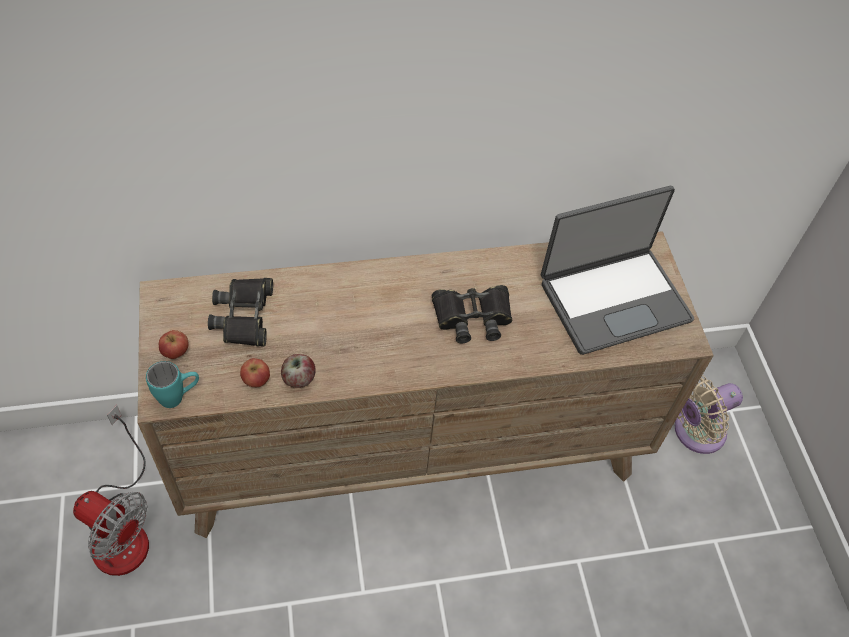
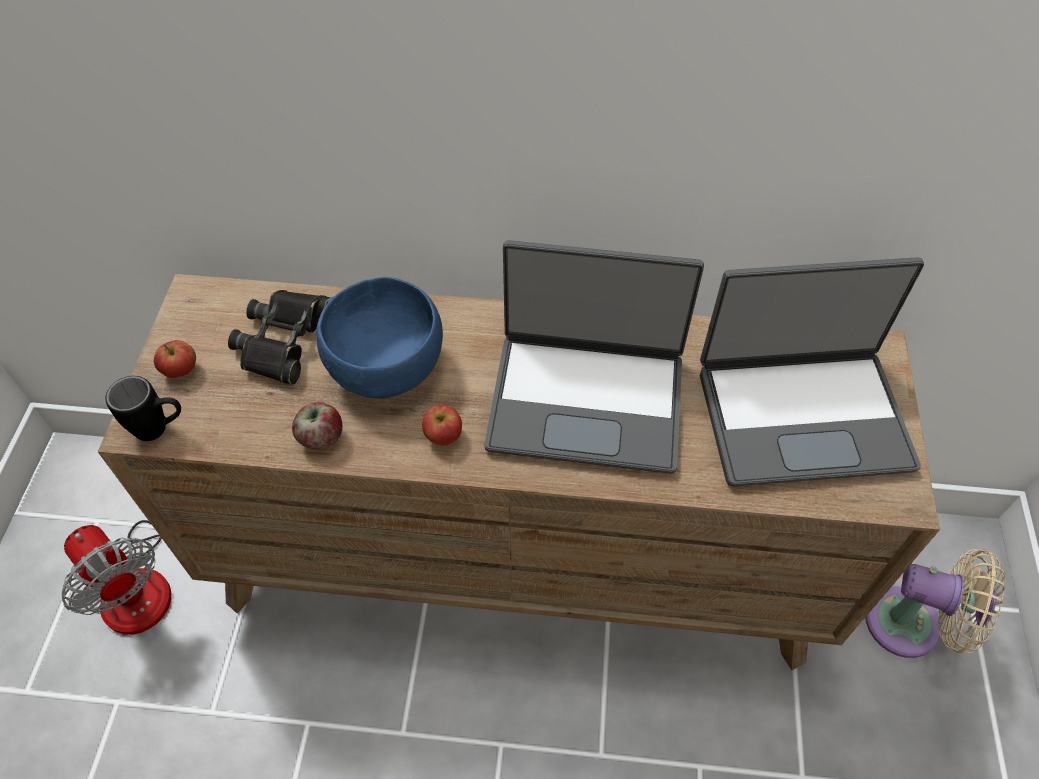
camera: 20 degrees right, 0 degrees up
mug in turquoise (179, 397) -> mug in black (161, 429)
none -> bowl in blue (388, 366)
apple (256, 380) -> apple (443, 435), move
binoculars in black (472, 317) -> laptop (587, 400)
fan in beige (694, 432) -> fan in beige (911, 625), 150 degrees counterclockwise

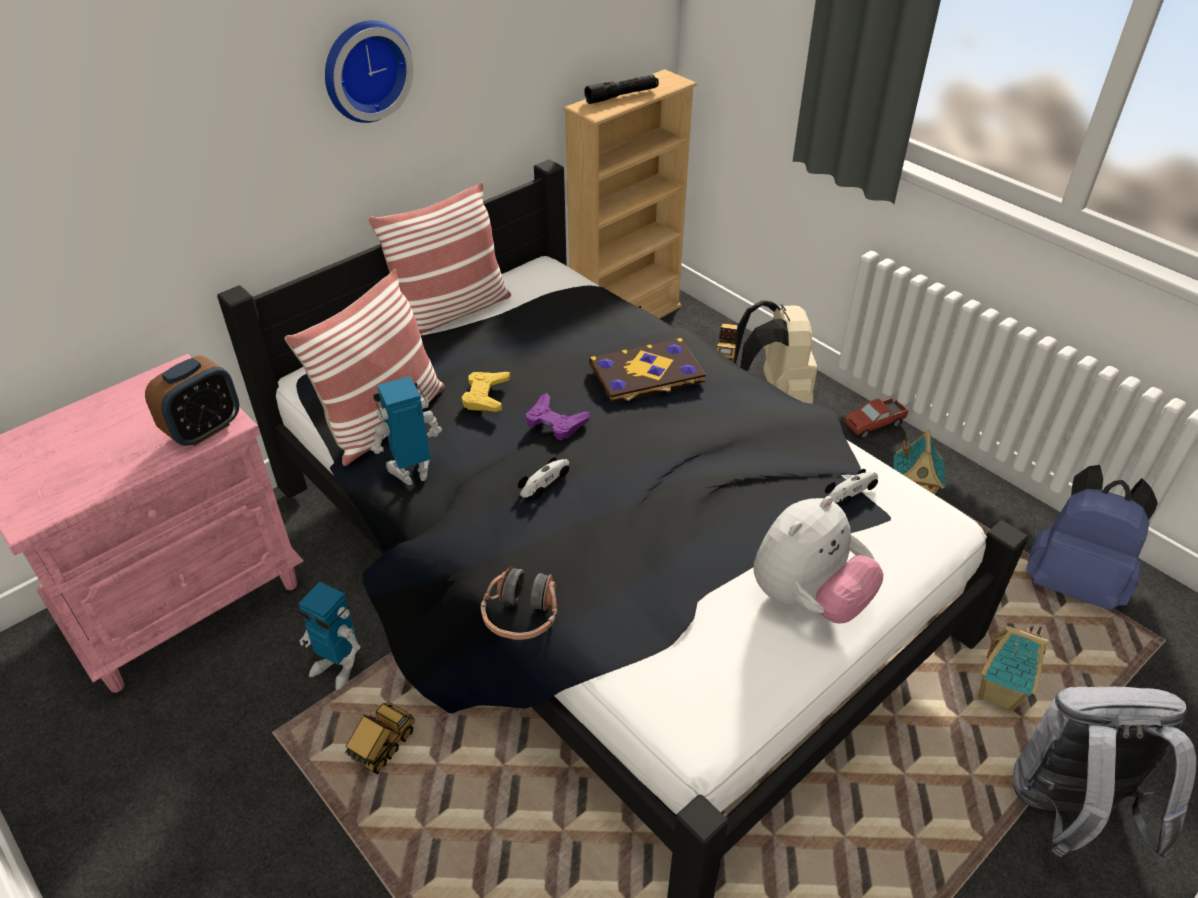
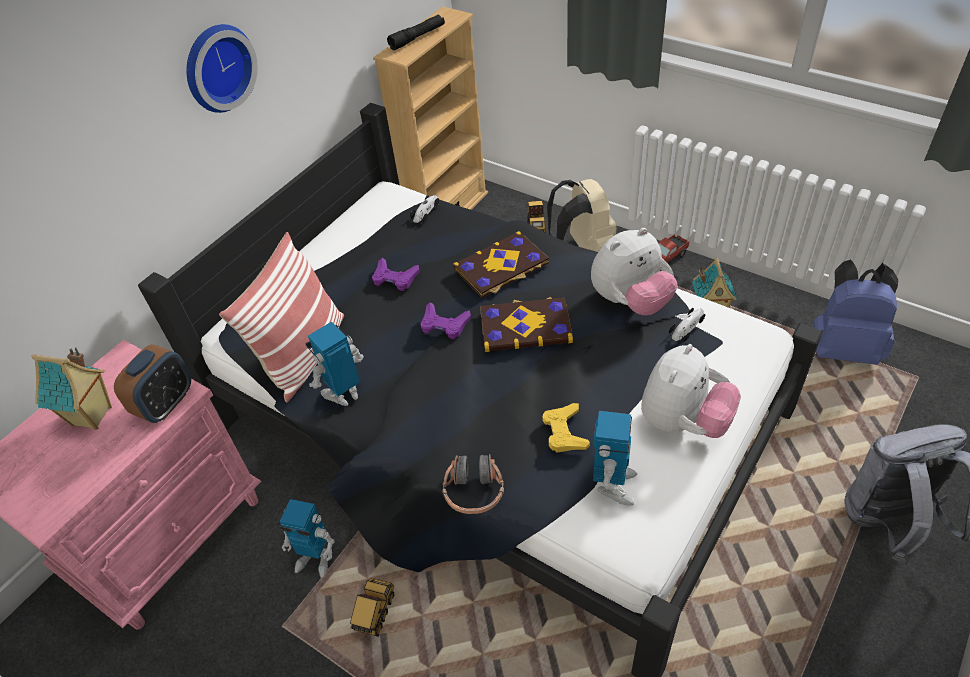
camera: 10 degrees left, 5 degrees up
toy house (999, 694) -> toy house (92, 416), move
none -> game controller in purple (395, 278)
toy car (545, 481) -> toy car (426, 211), move
none -> book (525, 326)
game controller in yellow (486, 395) -> game controller in yellow (564, 432), move
none -> plush toy (630, 301)
none -> toy robot (613, 485)
pillow (451, 311) -> none

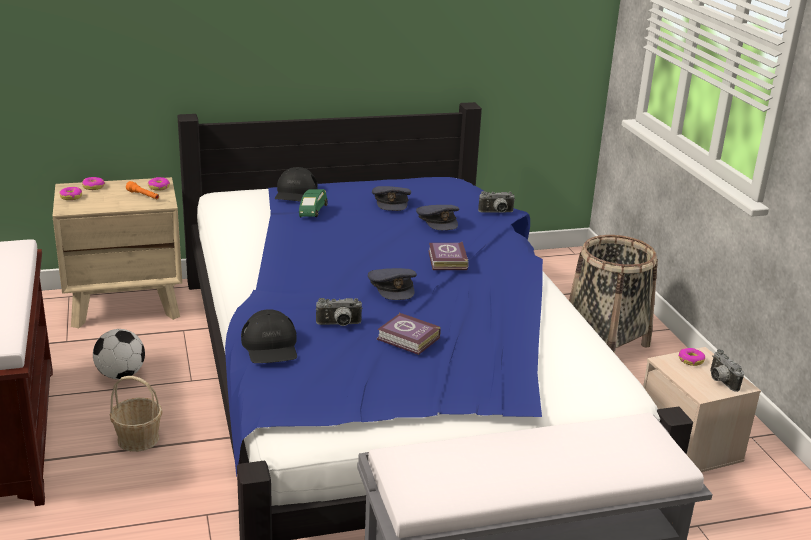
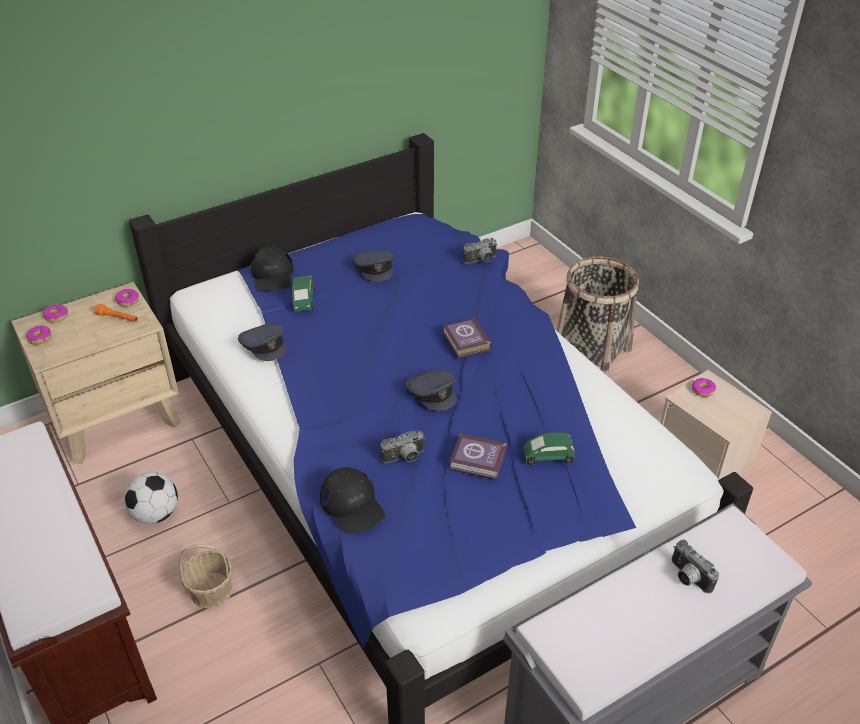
camera: 15 degrees left, 15 degrees up
cap in grey (438, 221) -> cap in grey (264, 345), move
none -> toy car in green (548, 456)
photo camera (720, 381) -> photo camera (687, 578), move

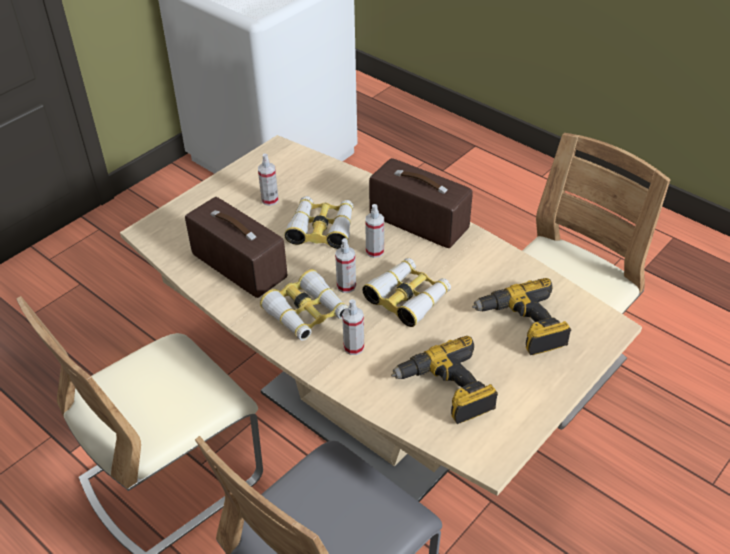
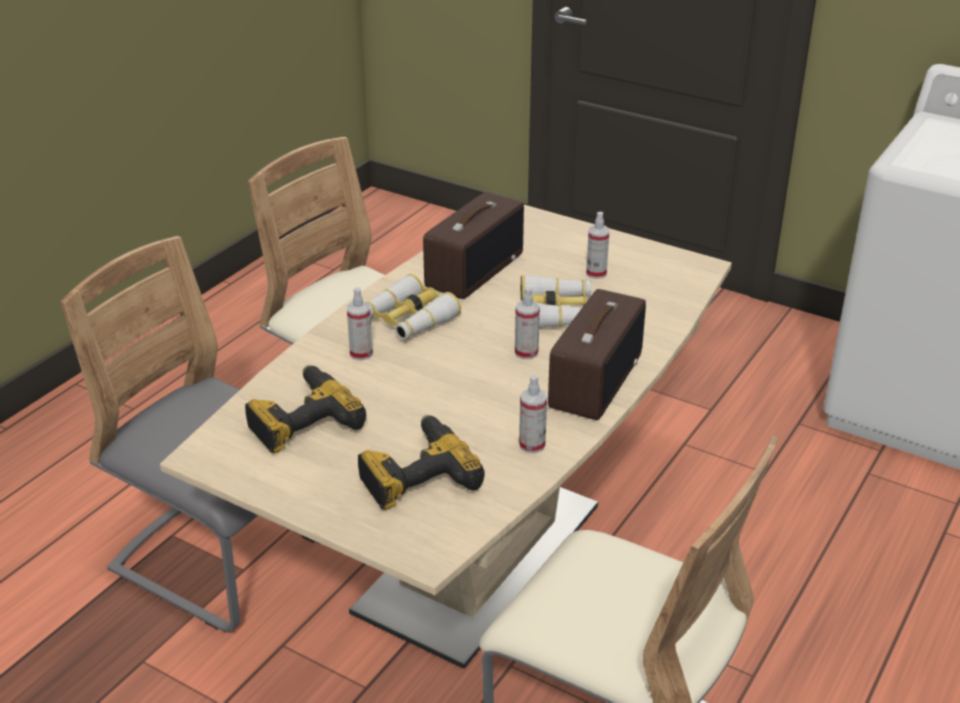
camera: 80 degrees right, 10 degrees down
spray bottle (346, 286) -> spray bottle (532, 445), move
binoculars (408, 297) -> none

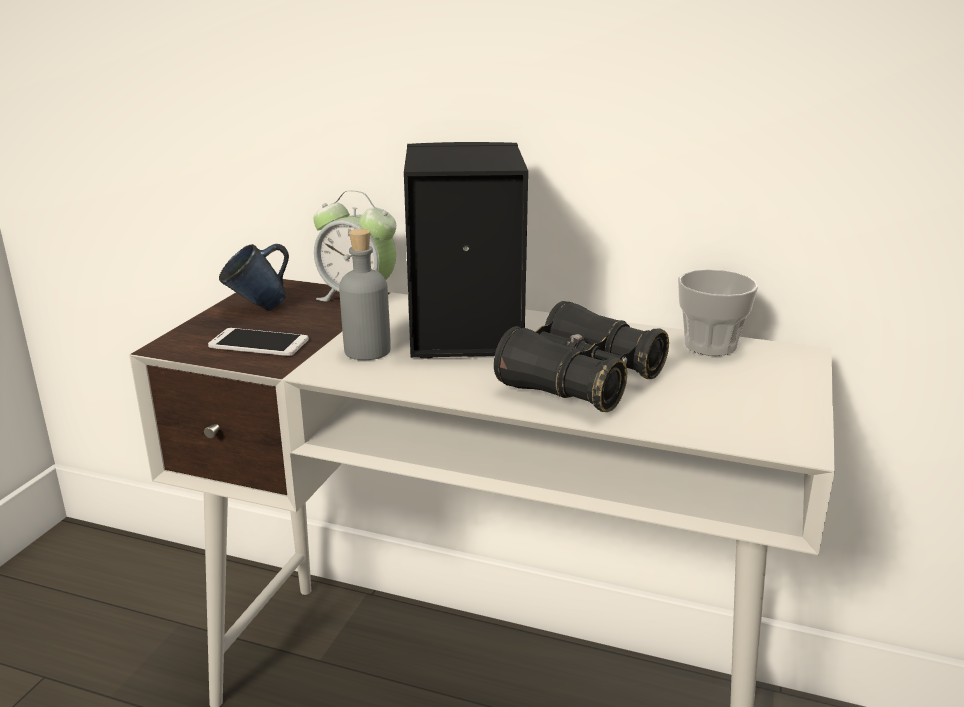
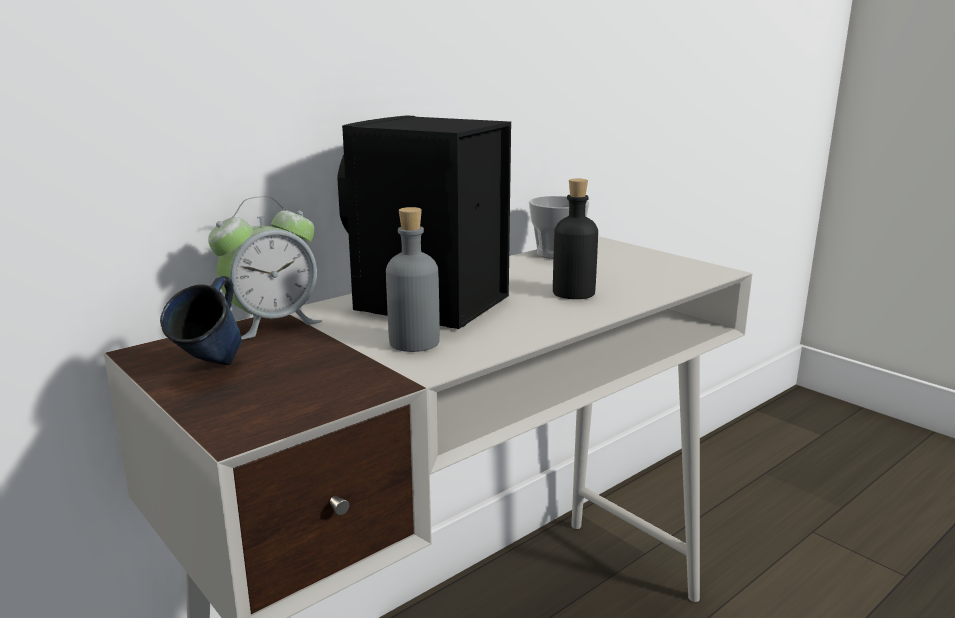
camera: 60 degrees left, 5 degrees down
binoculars in black (581, 381) -> bottle in black (573, 292)
phone (259, 343) -> none

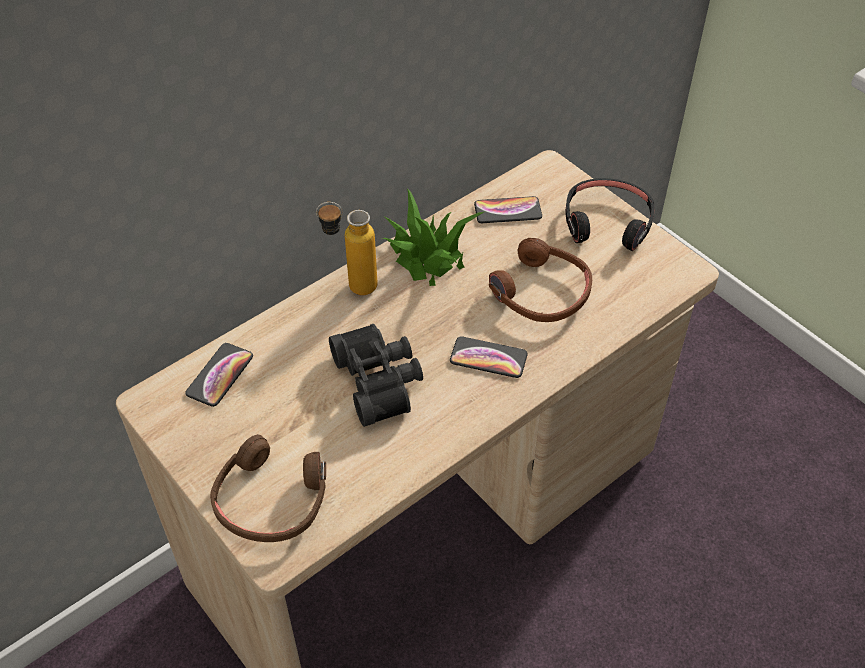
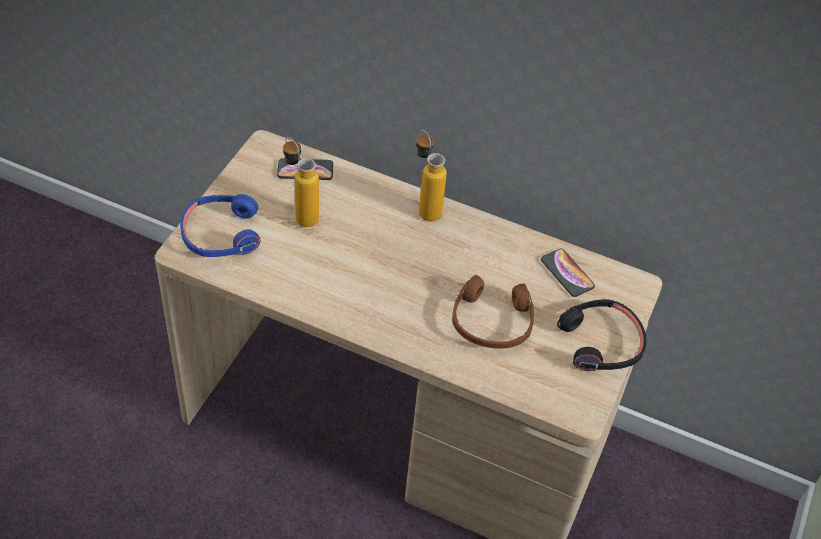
camera: 60 degrees right, 0 degrees up
headphones in brown (271, 500) -> headphones in blue (221, 234)
none -> bottle (300, 214)
binoculars in black (380, 380) -> none
potted plant (427, 256) -> none
phone (488, 358) -> none

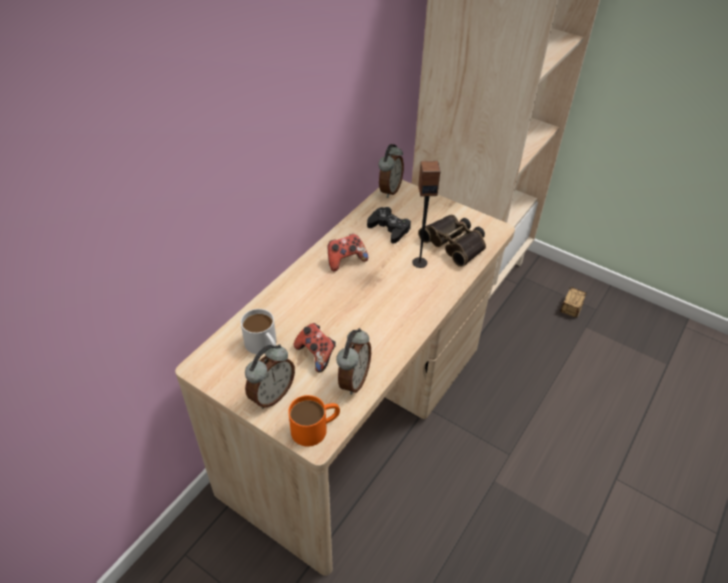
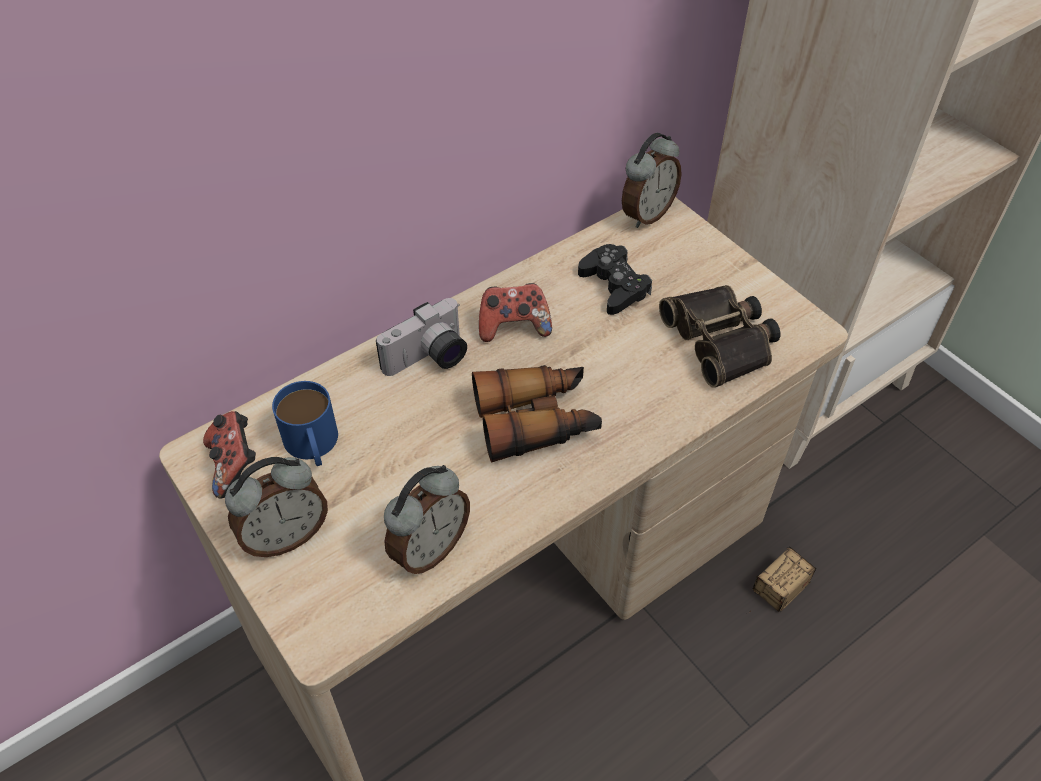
camera: 20 degrees right, 5 degrees up
game controller (316, 354) -> game controller (234, 465), move
mug in white (264, 346) -> mug in blue (313, 446)
none -> photo camera (429, 359)
none -> binoculars (536, 420)
storage box (566, 318) -> storage box (759, 607), move
mug in orange (316, 428) -> none
speaker (419, 262) -> none

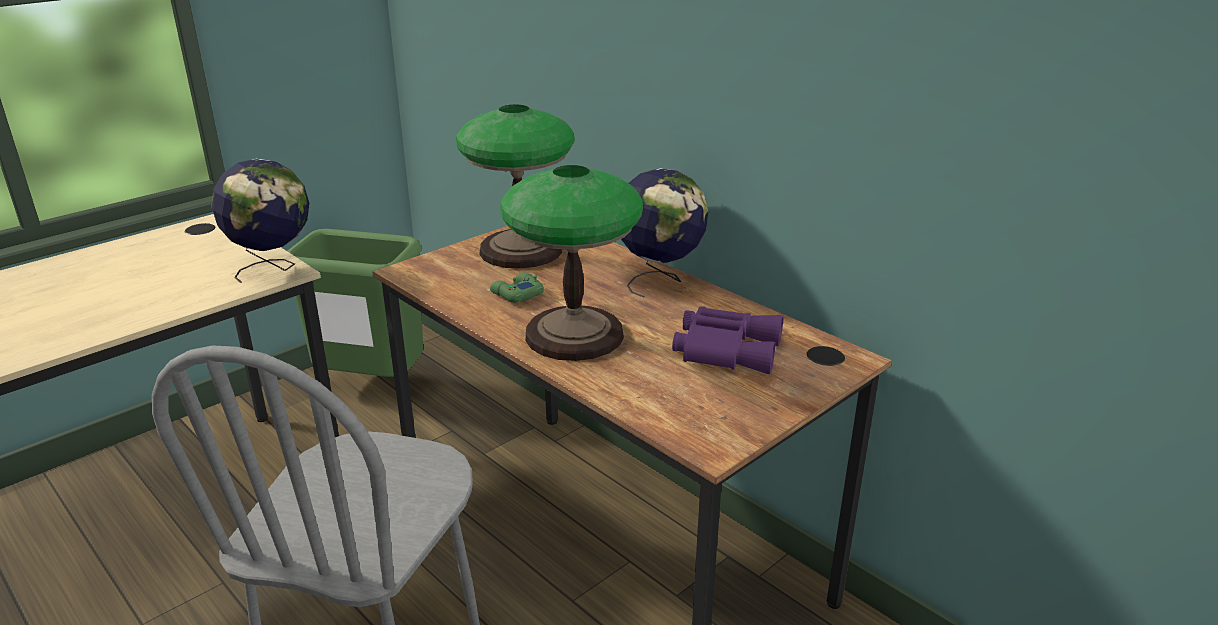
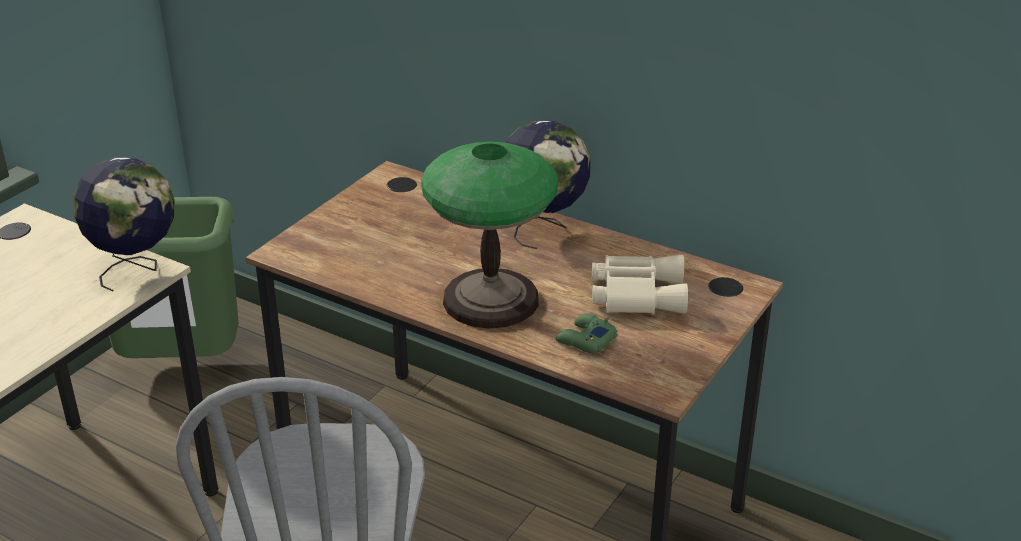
camera: 15 degrees left, 5 degrees up
game controller in green (517, 294) -> game controller in green (585, 340), move
binoculars in purple (725, 348) -> binoculars in beige (636, 293)
table lamp (521, 250) -> none

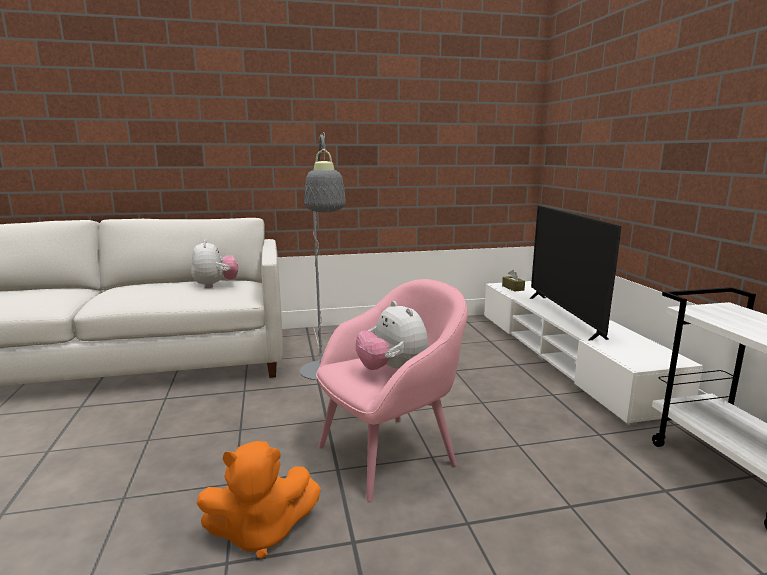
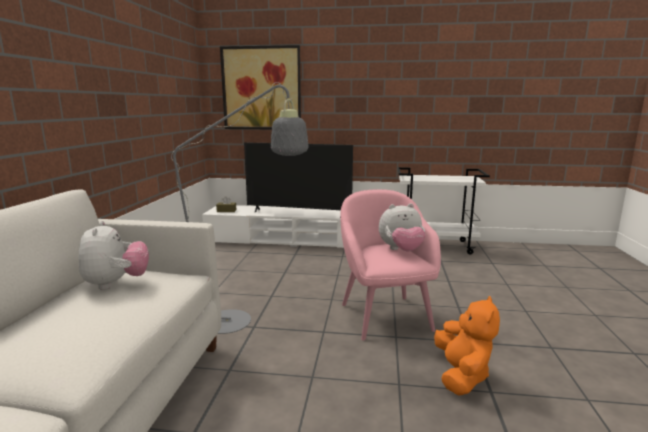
camera: 70 degrees left, 0 degrees up
plush toy (215, 285) -> plush toy (116, 284), 75 degrees clockwise
none -> picture (261, 88)

